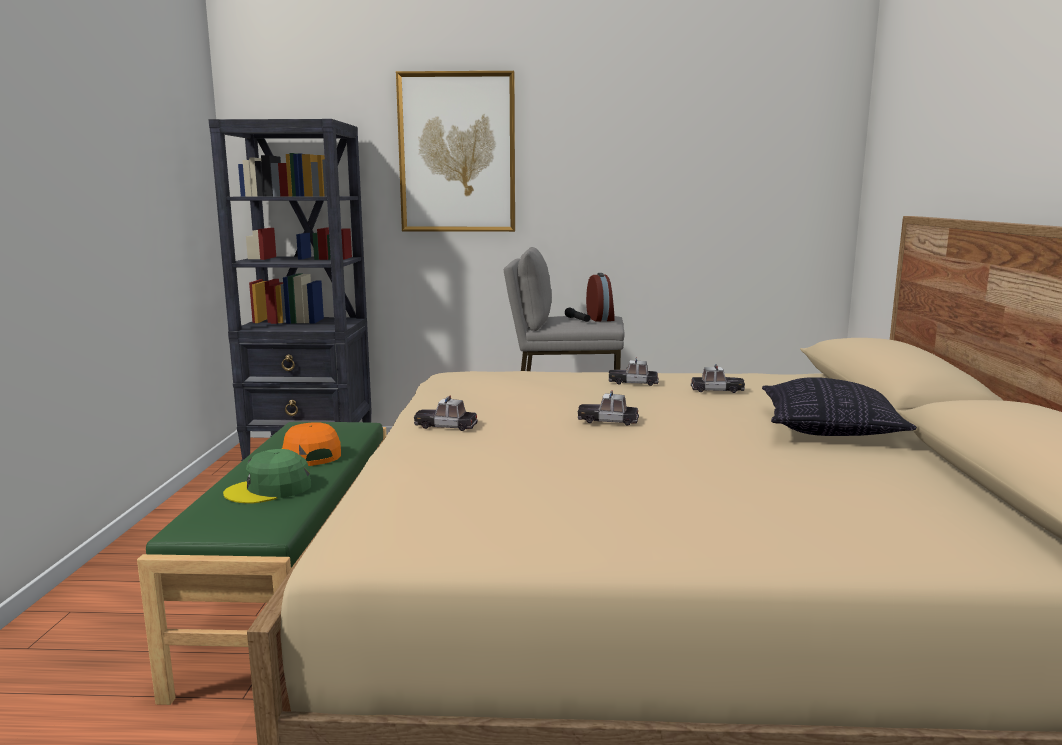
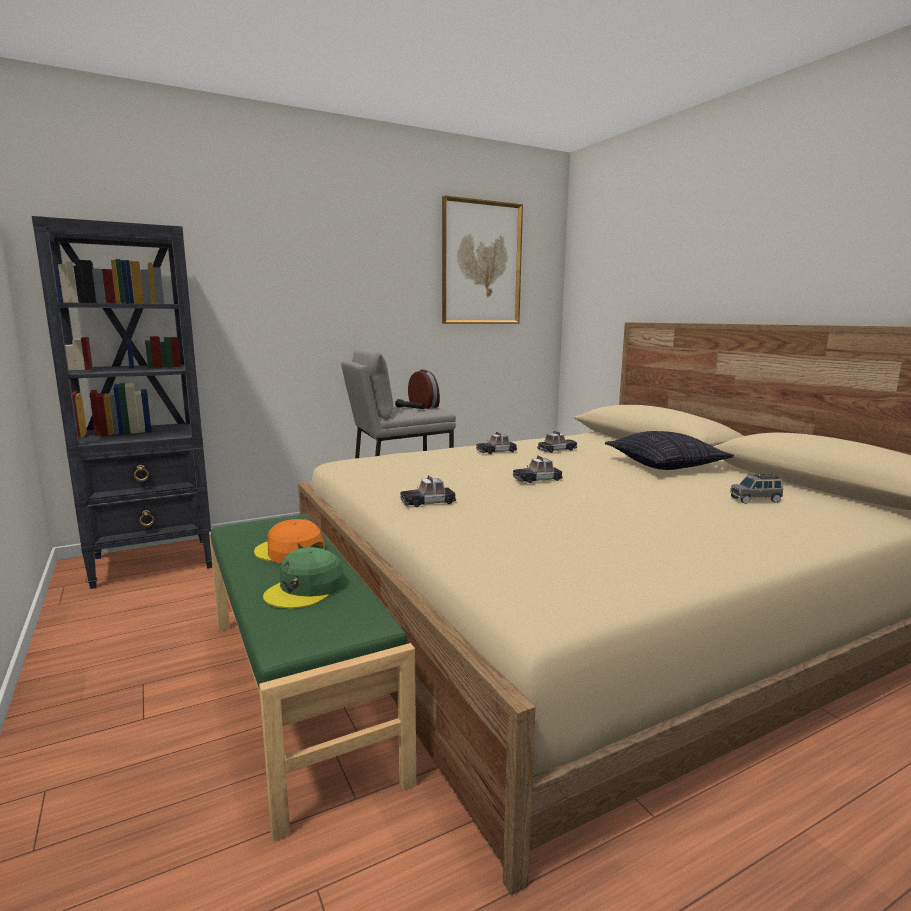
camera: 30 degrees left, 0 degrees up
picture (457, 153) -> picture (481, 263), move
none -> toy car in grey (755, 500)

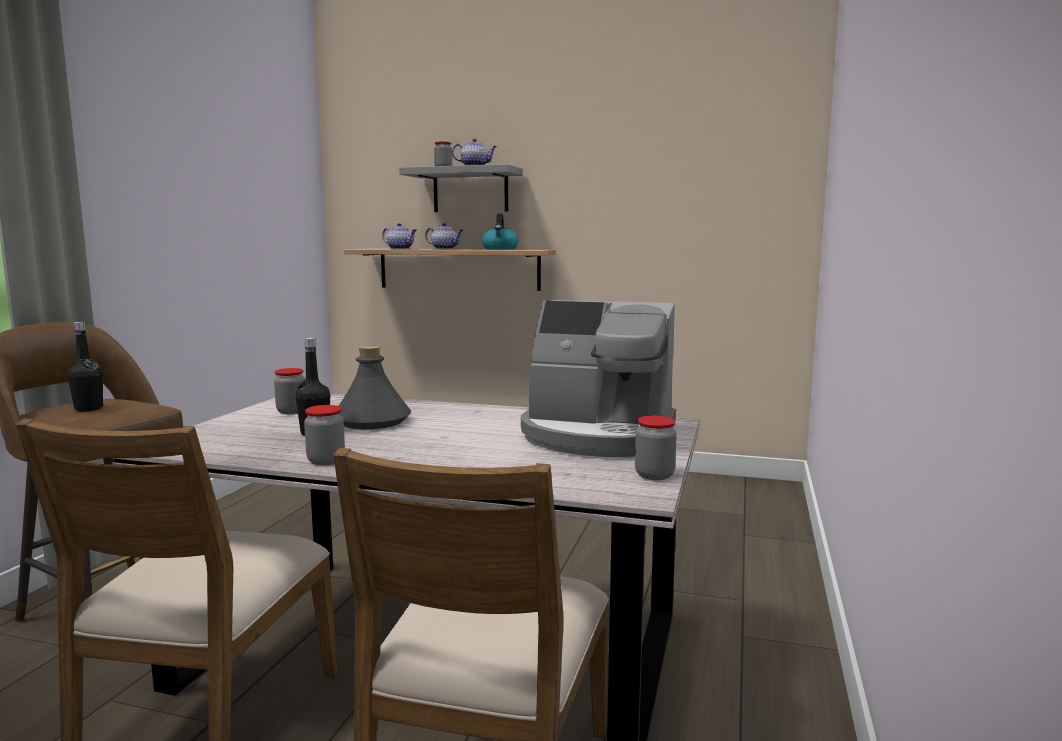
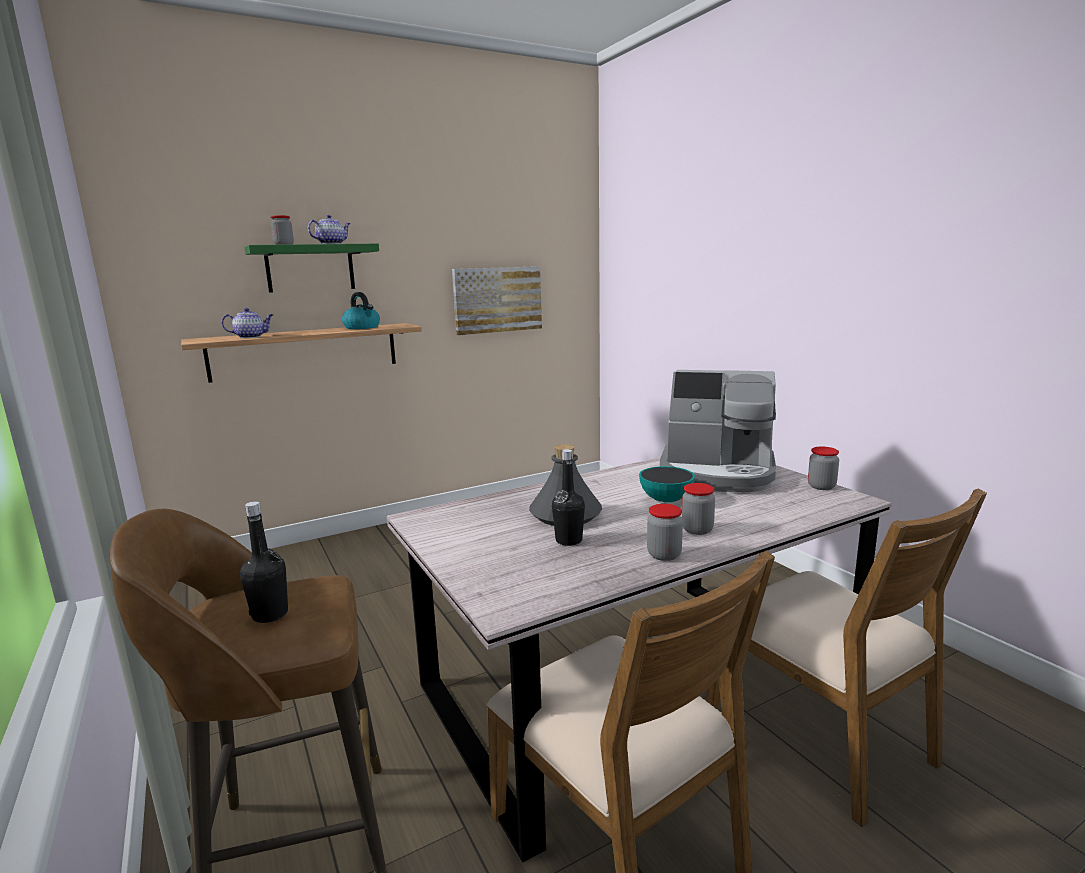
camera: 45 degrees left, 5 degrees up
shelf in grey (470, 191) -> shelf in green (310, 268)
none -> picture (497, 299)
none -> bowl (666, 500)
coffee machine (597, 436) -> coffee machine (718, 473), 45 degrees clockwise
jar (291, 411) -> jar (697, 530), move
teapot (445, 249) -> none

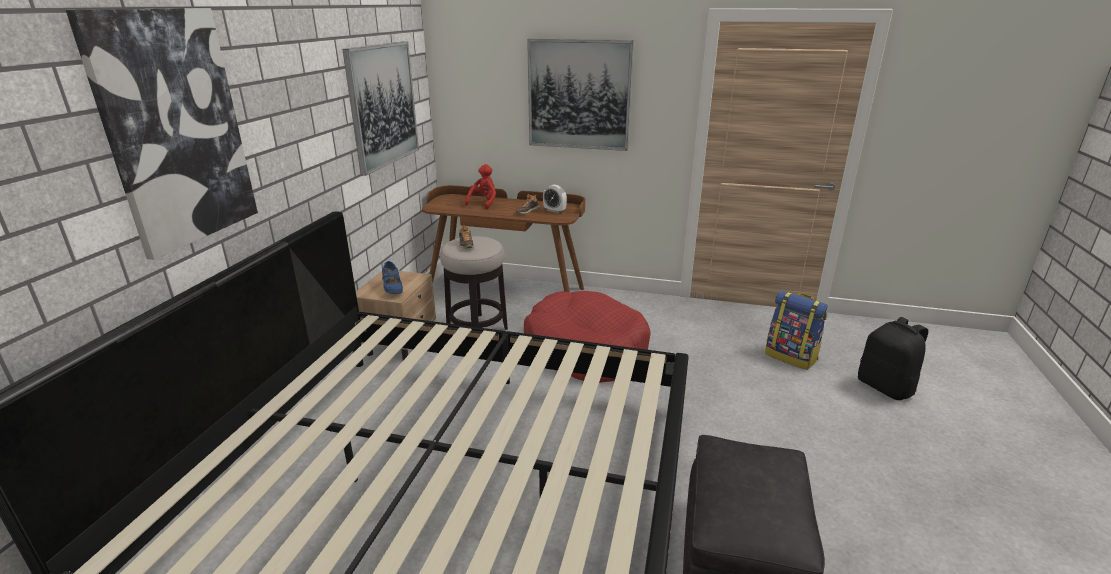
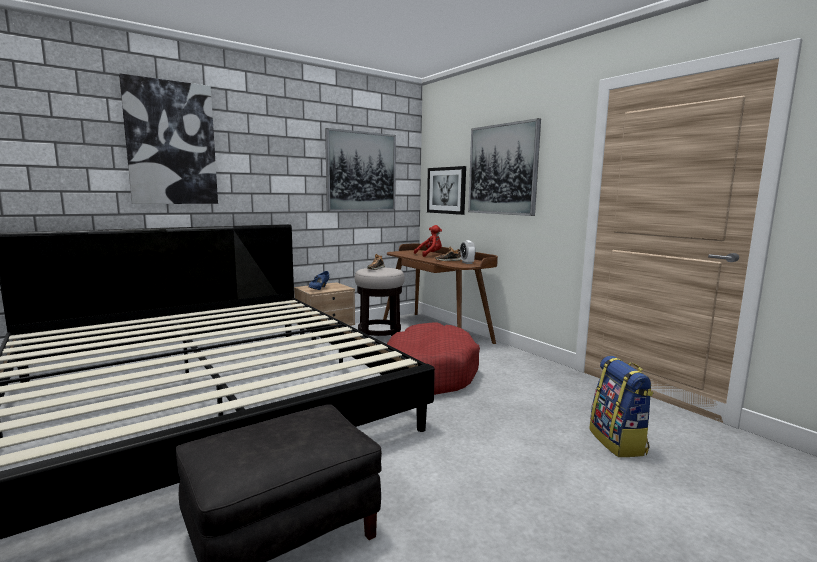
camera: 40 degrees right, 15 degrees down
none -> picture (446, 190)
backpack in black (886, 387) -> none

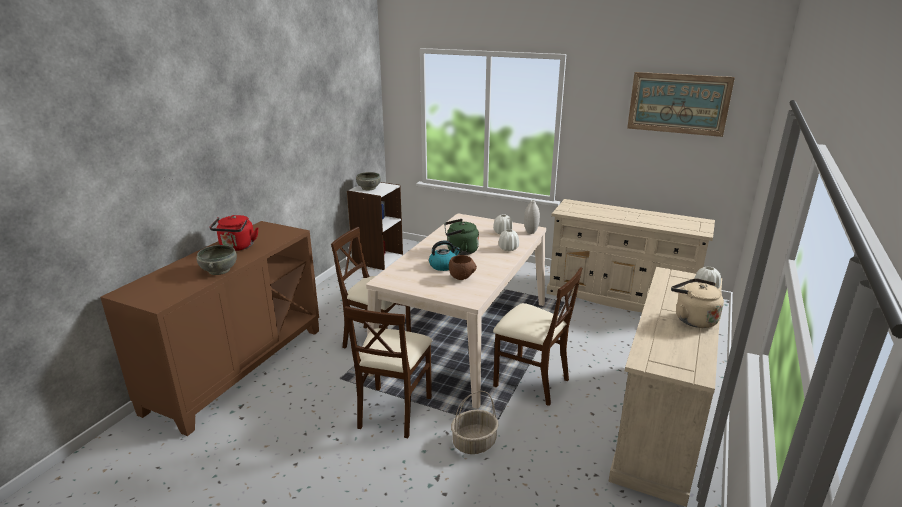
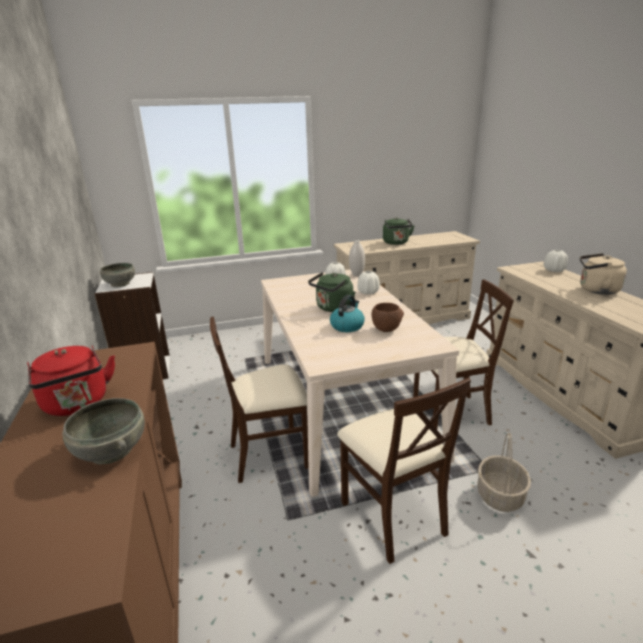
camera: 40 degrees left, 0 degrees up
none -> kettle in green (396, 243)
picture (678, 103) -> none

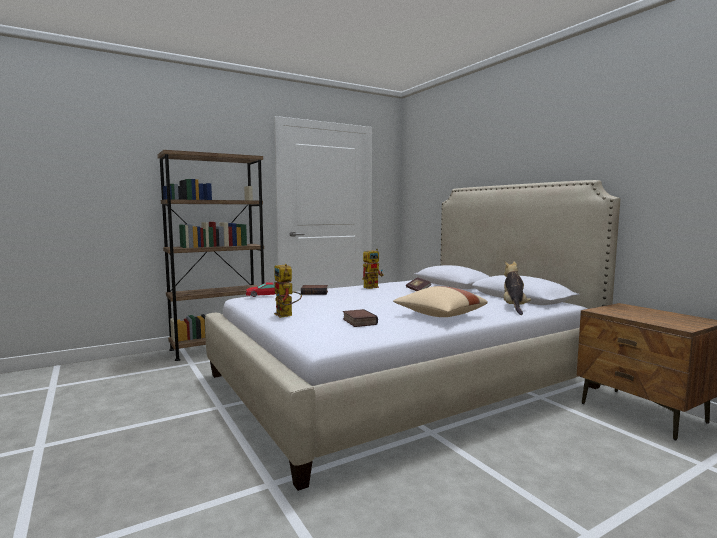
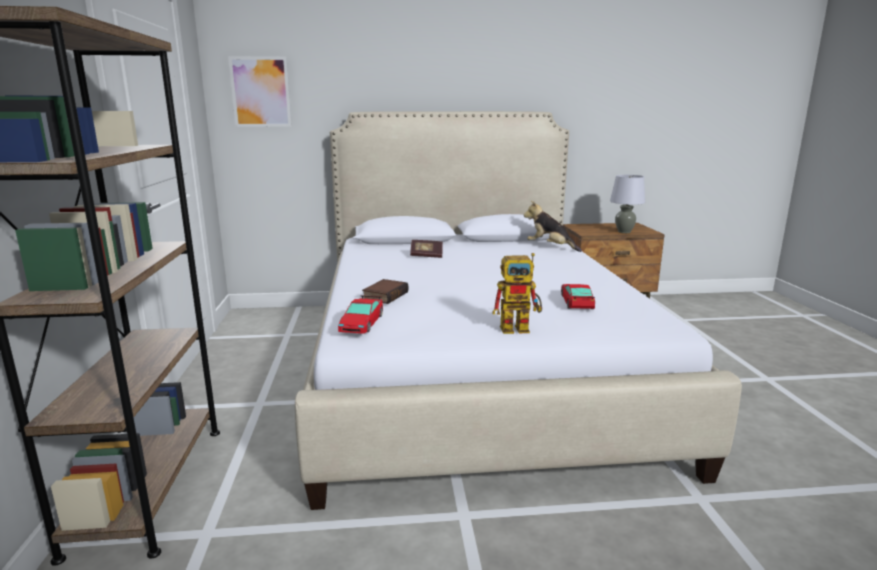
camera: 65 degrees left, 10 degrees up
none -> picture (261, 92)
book (358, 322) -> toy car (577, 302)
none -> table lamp in grey (624, 232)
toy robot (373, 287) -> none
pillow in beige (439, 315) -> none

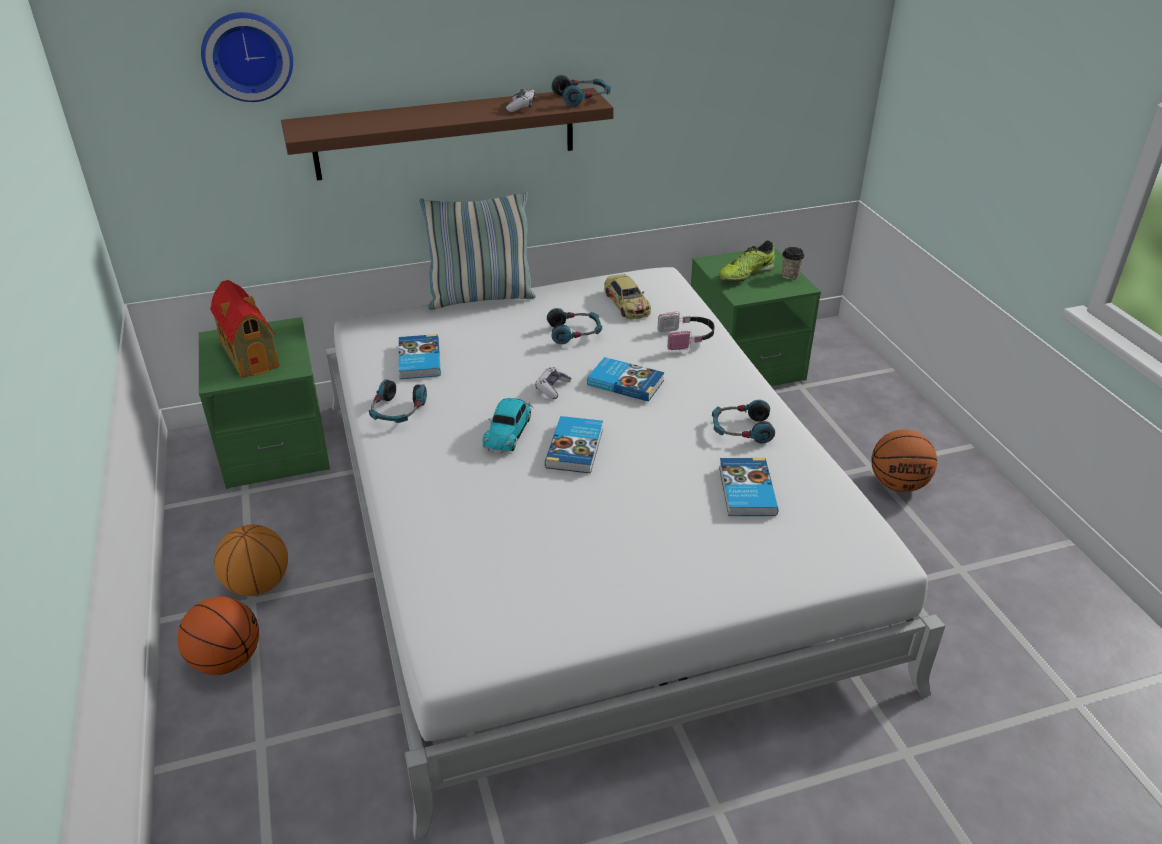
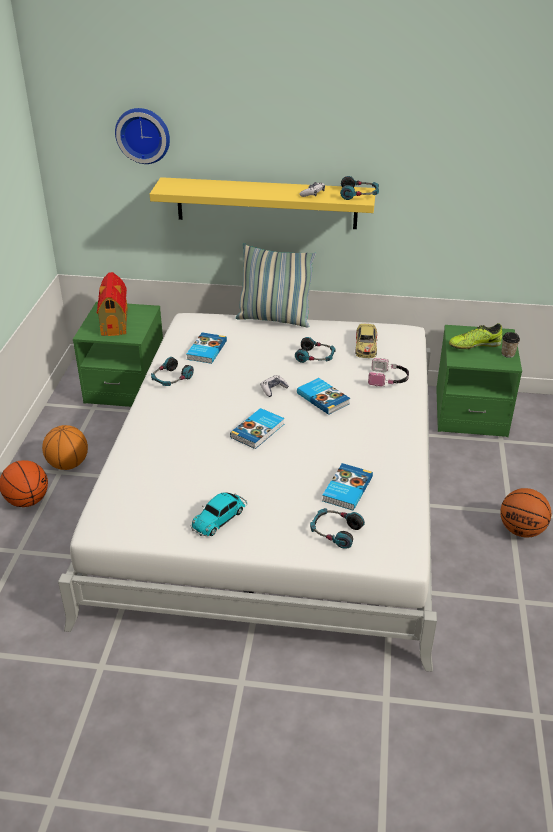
camera: 25 degrees right, 0 degrees up
shelf in brown (446, 134) -> shelf in yellow (266, 203)
toy car (509, 430) -> toy car (220, 518), move
headphones (741, 429) -> headphones (335, 532), move

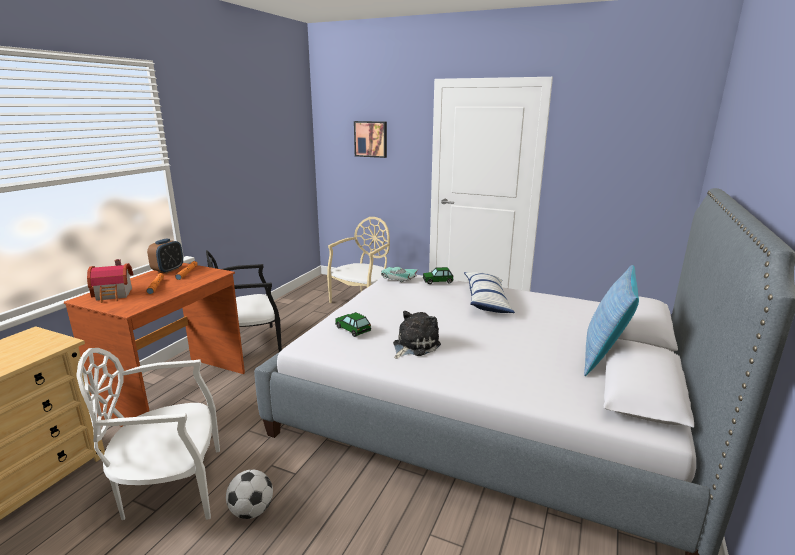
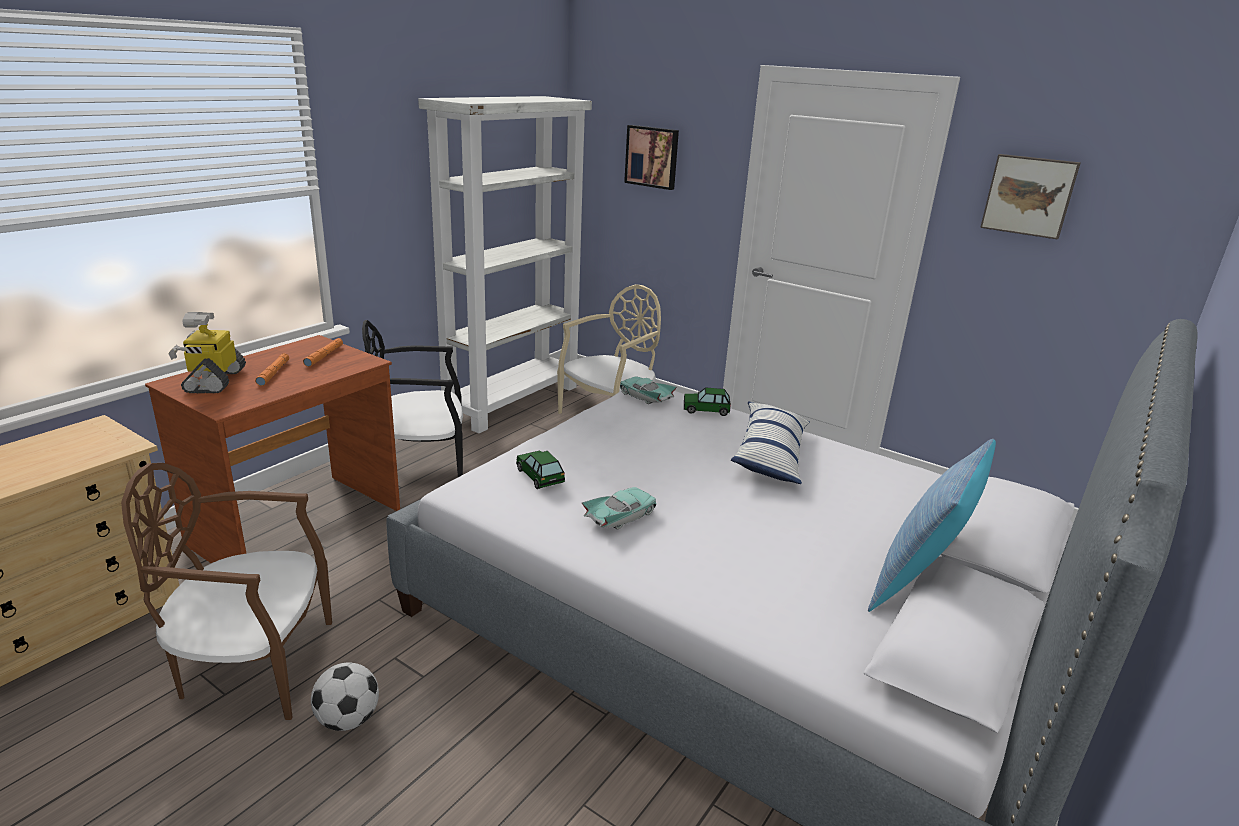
camera: 10 degrees right, 5 degrees up
chair in white (171, 488) -> chair in brown (253, 666)
toy house (115, 295) -> toy robot (214, 381)
none -> bookcase in white (512, 401)
plush toy (414, 345) -> toy car in turquoise (620, 517)
none -> picture (1029, 195)
alarm clock (168, 270) -> none

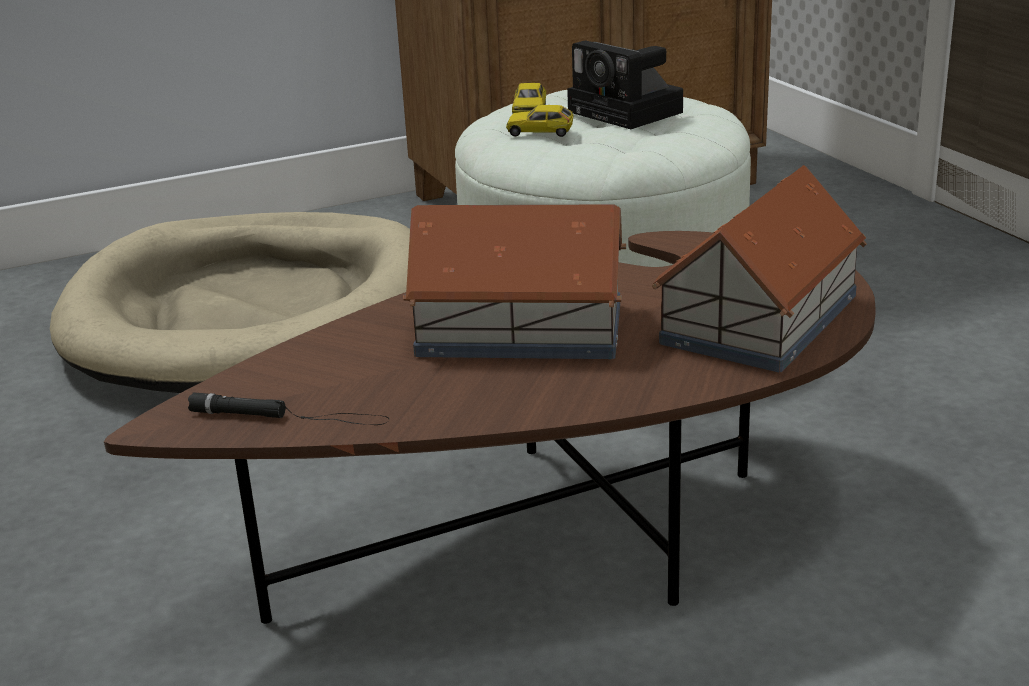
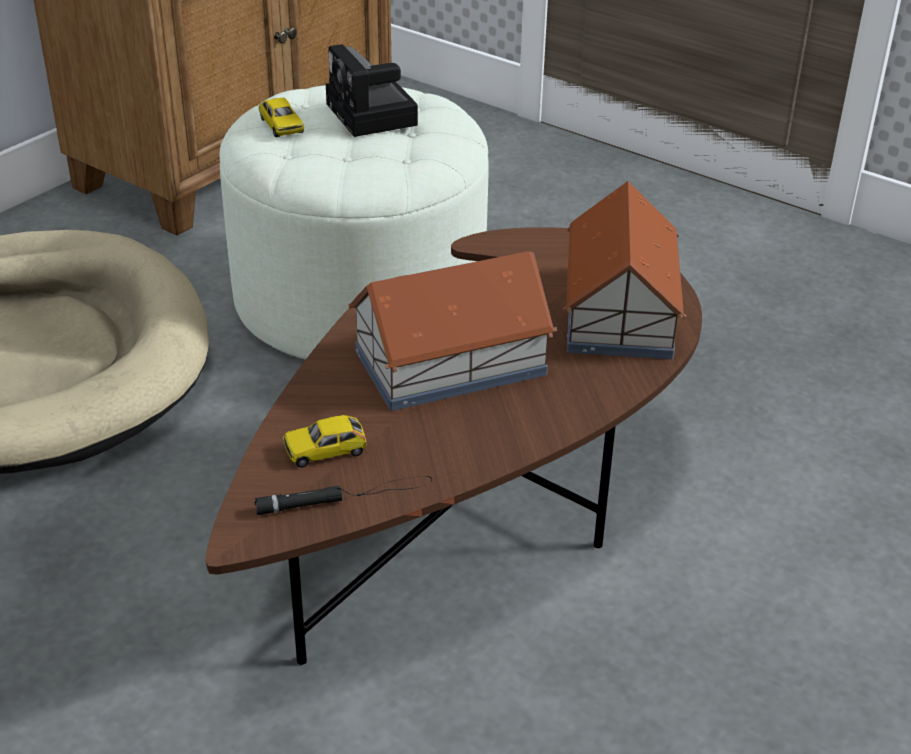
camera: 30 degrees left, 10 degrees up
toy car (540, 131) -> toy car (325, 450), move
photo camera (629, 113) -> photo camera (374, 116), 45 degrees clockwise

